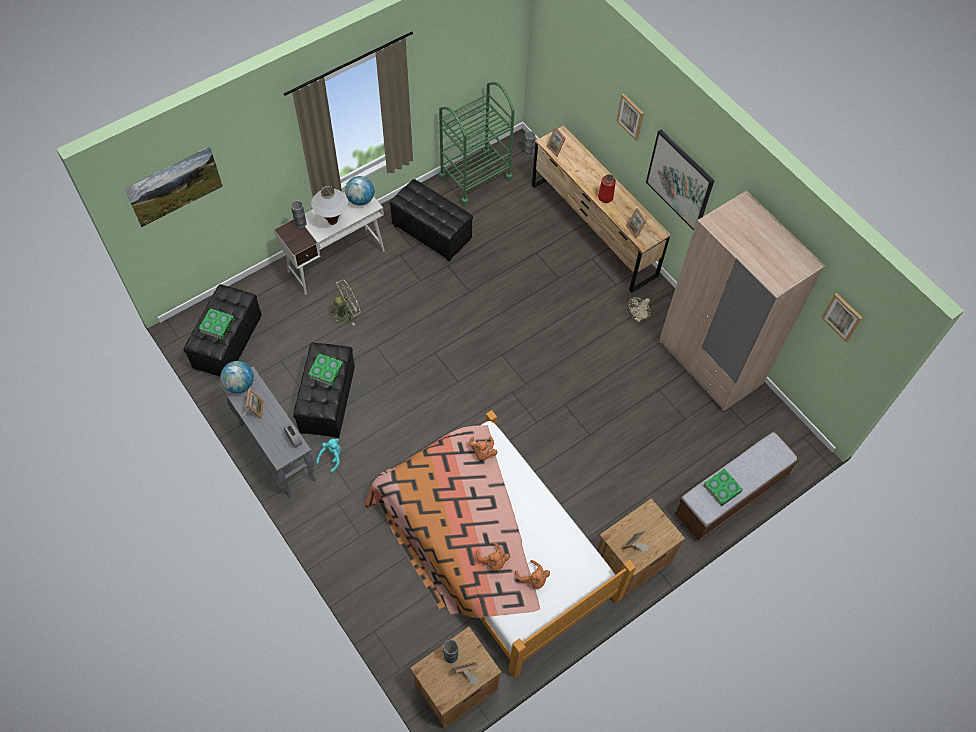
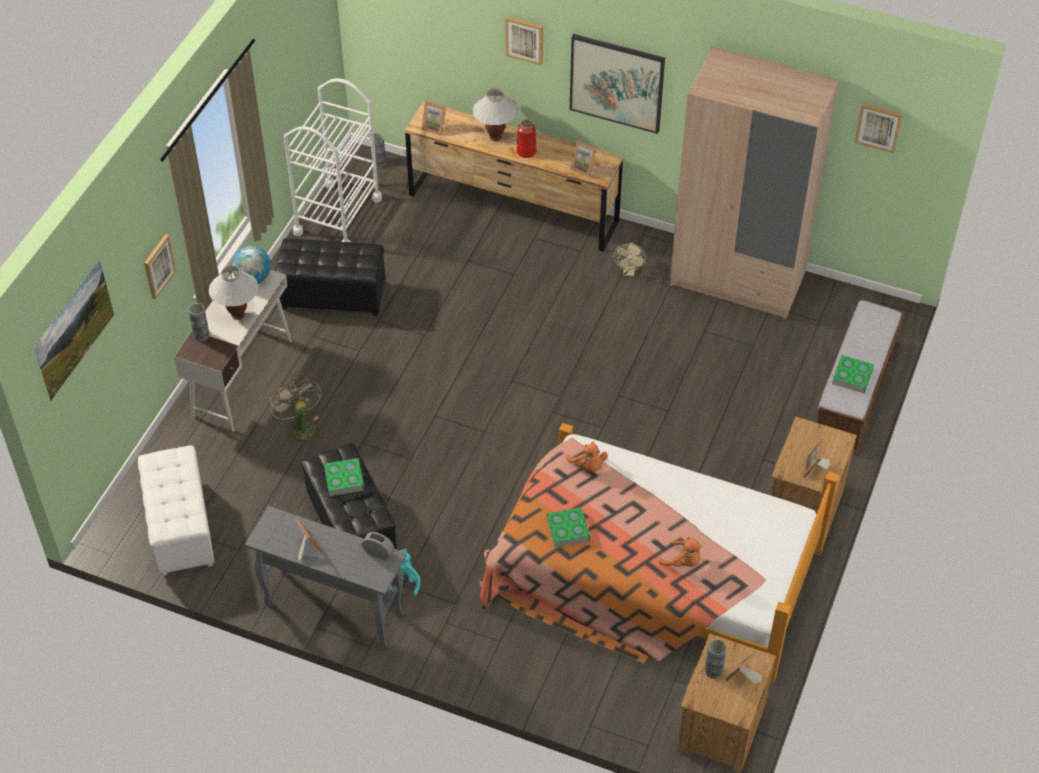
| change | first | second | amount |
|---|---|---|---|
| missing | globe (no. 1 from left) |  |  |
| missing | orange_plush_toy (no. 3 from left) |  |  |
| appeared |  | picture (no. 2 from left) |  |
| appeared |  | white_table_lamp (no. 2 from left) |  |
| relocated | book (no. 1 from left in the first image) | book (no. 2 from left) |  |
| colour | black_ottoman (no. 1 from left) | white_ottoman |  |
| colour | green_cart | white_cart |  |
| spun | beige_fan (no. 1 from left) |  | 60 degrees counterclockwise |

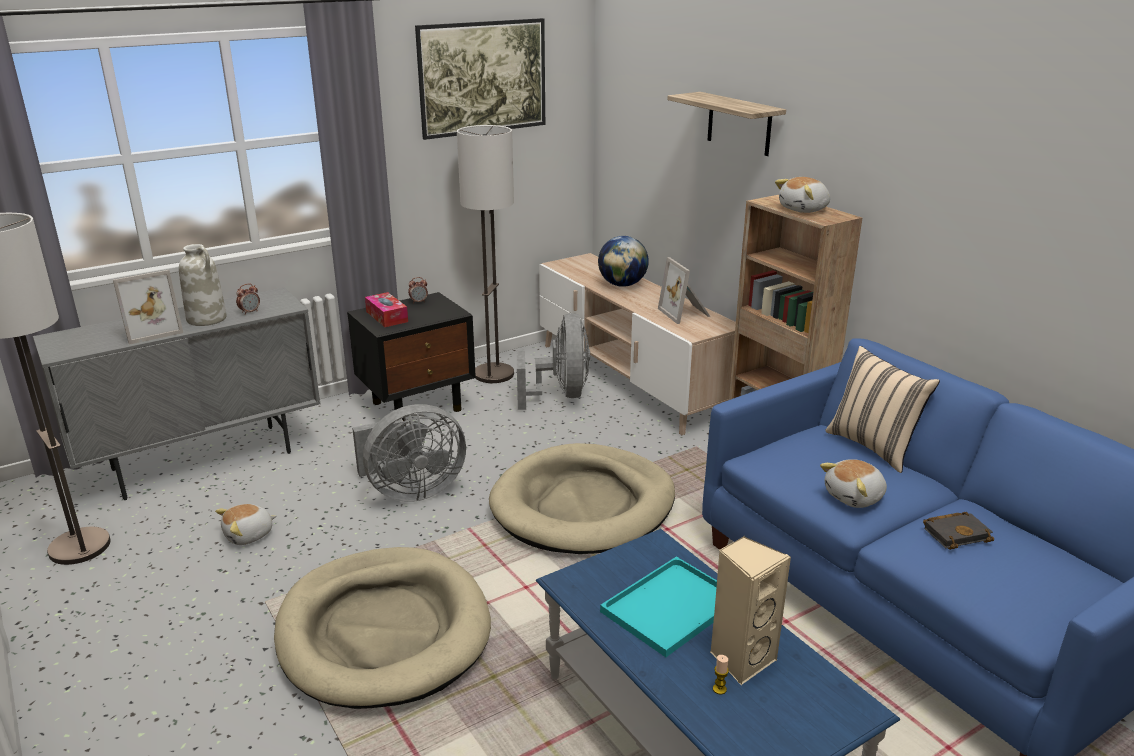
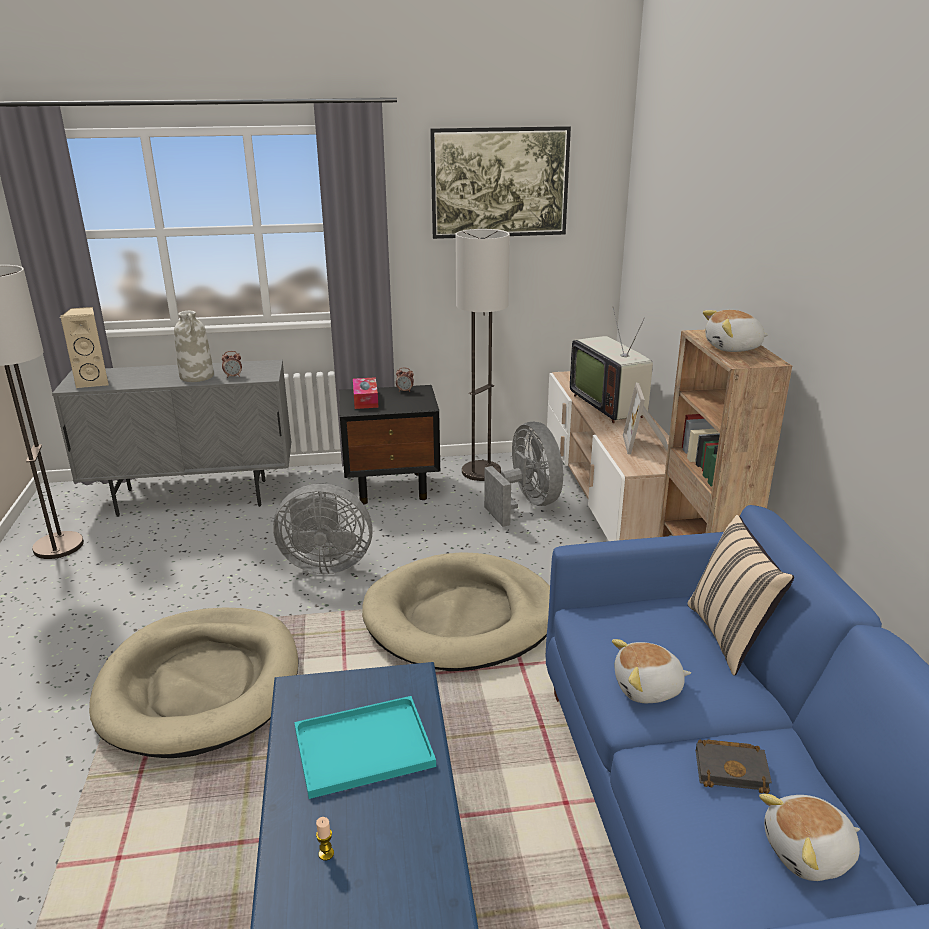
| change | first | second | amount |
|---|---|---|---|
| missing | picture_frame (no. 1 from left) |  |  |
| missing | shelf |  |  |
| relocated | plush_toy (no. 1 from left in the first image) | plush_toy (no. 3 from left) |  |
| relocated | beige_speaker |  |  |
| exchanged | globe | television |  |
| spun | grey_fan (no. 2 from left) |  | 45 degrees counterclockwise |

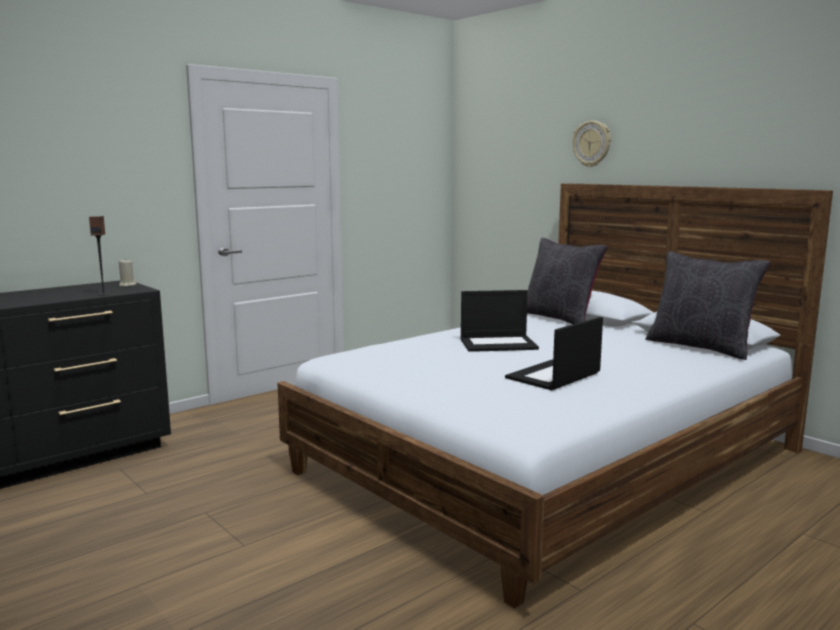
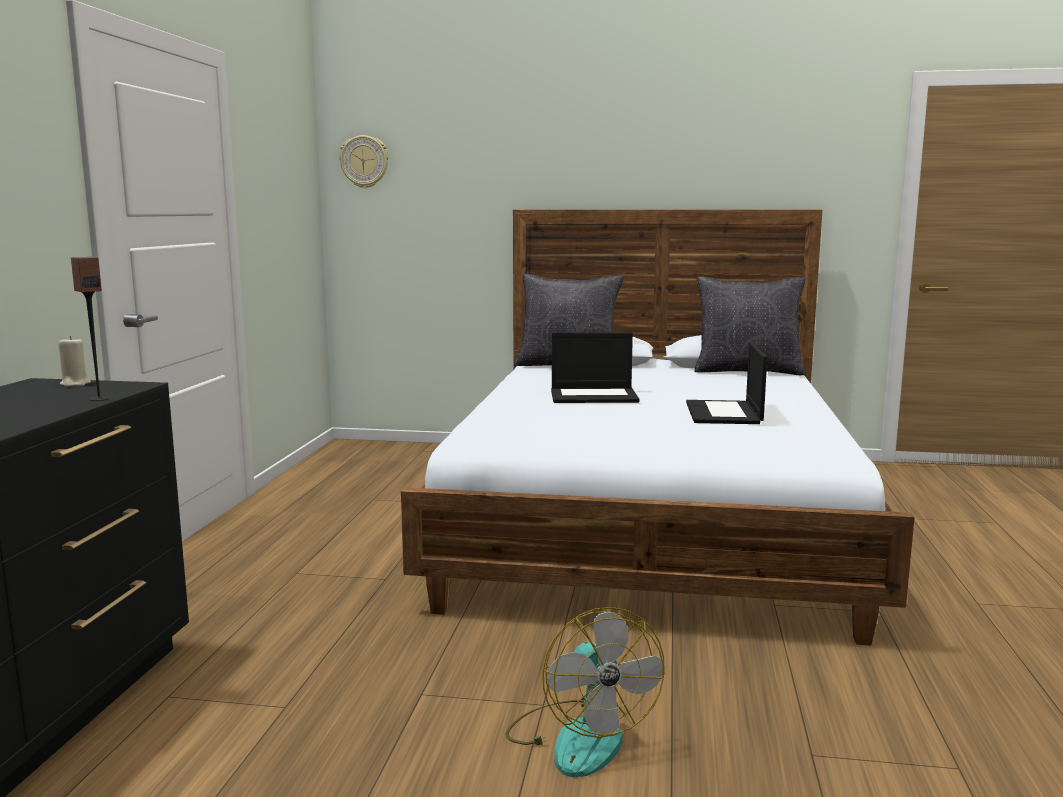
| change | first | second | amount |
|---|---|---|---|
| appeared |  | fan |  |
| relocated | wall_clock |  |  |
| spun | laptop (no. 1 from left) |  | 45 degrees clockwise |

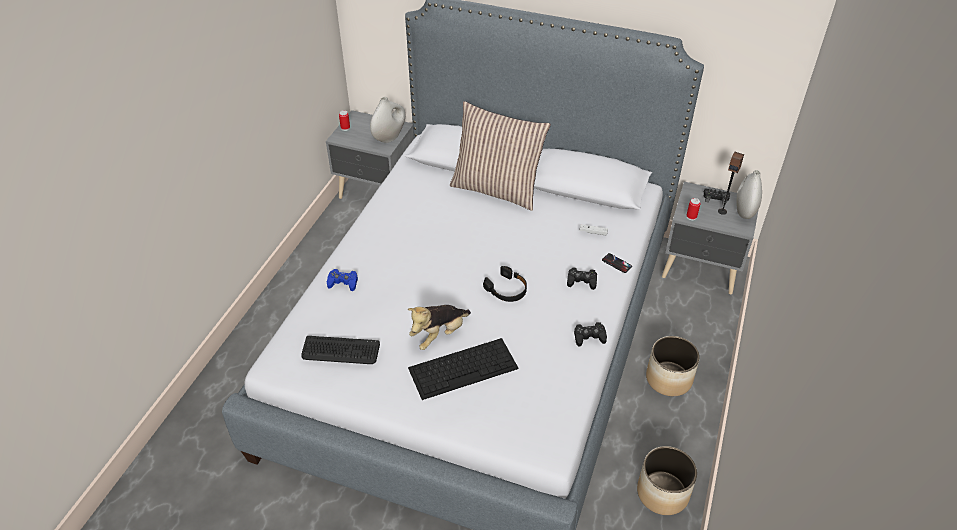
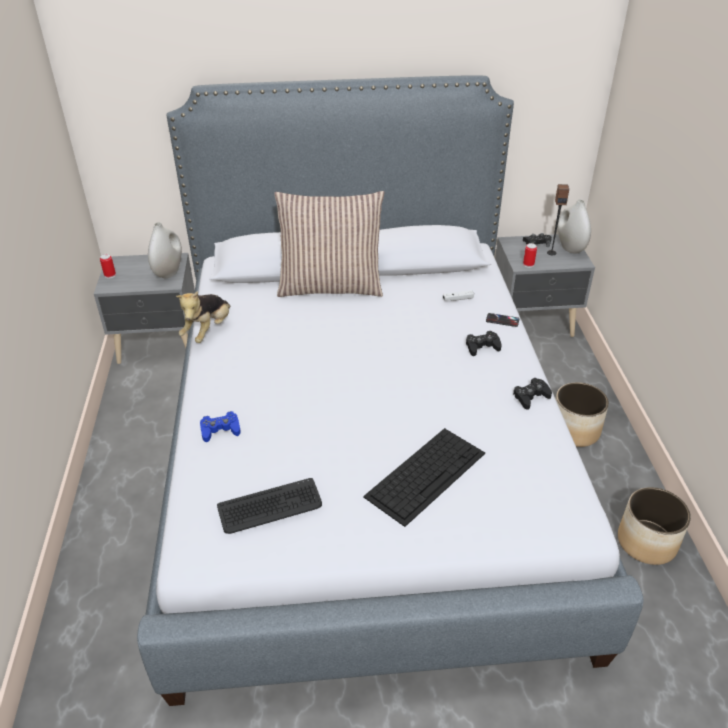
| change | first | second | amount |
|---|---|---|---|
| missing | black_headphones |  |  |
| relocated | plush_toy |  |  |

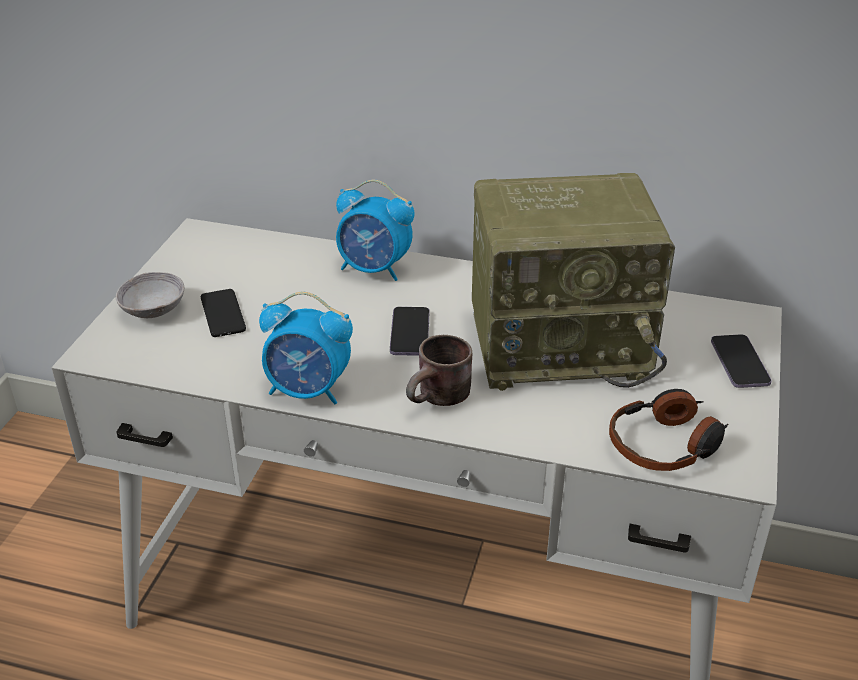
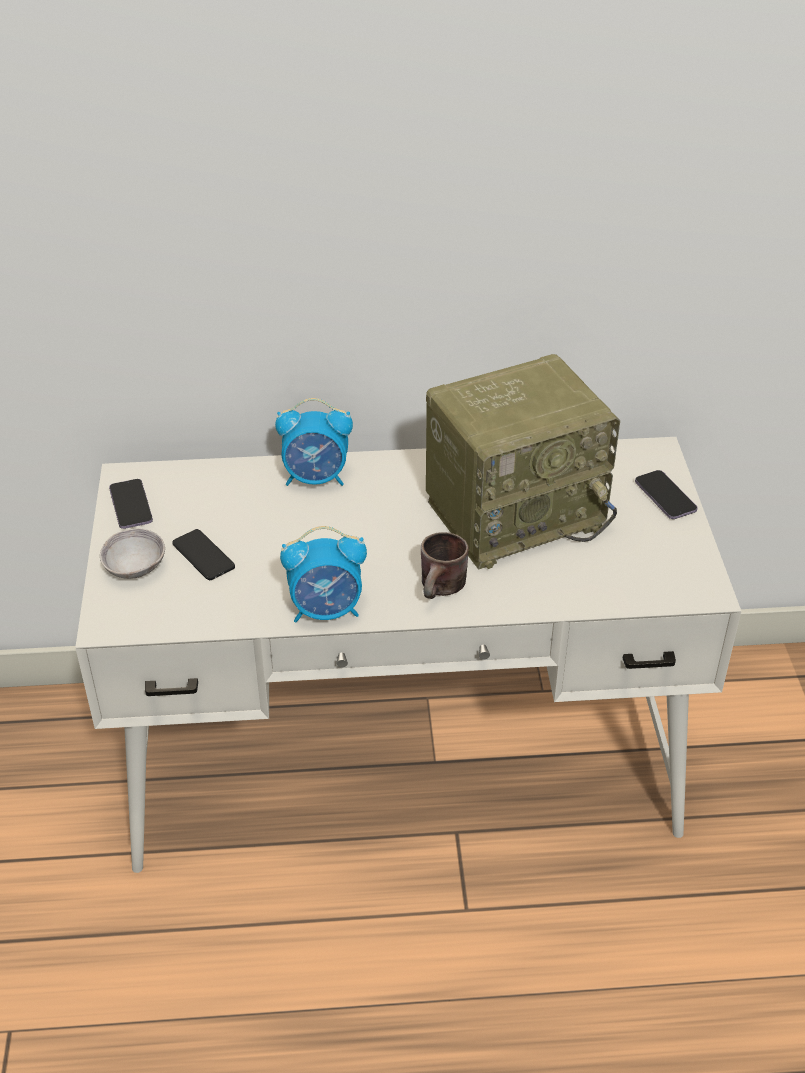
| change | first | second | amount |
|---|---|---|---|
| missing | headphones |  |  |
| relocated | phone (no. 2 from left in the first image) | phone (no. 1 from left) |  |

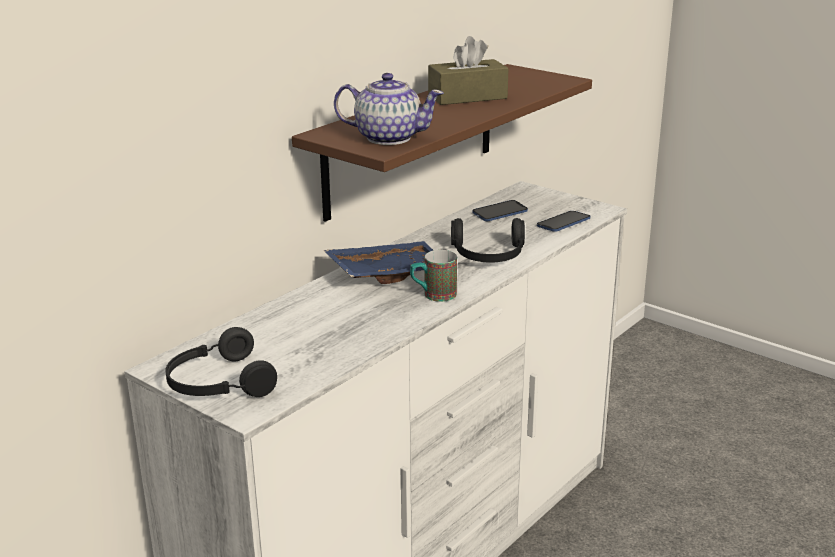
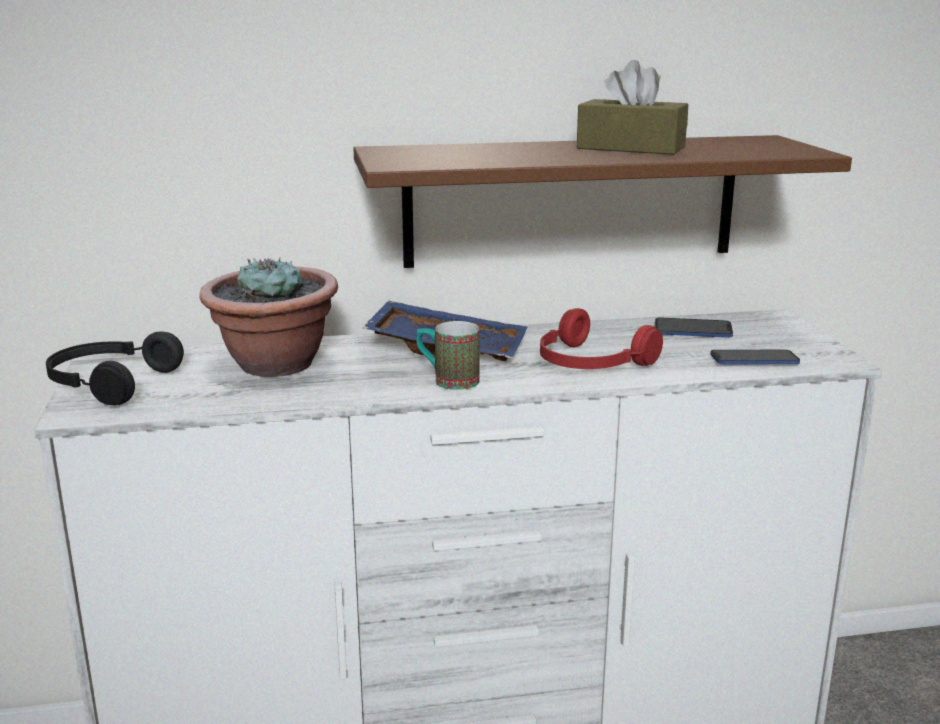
| change | first | second | amount |
|---|---|---|---|
| missing | teapot |  |  |
| appeared |  | potted_plant |  |
| colour | black_headphones (no. 2 from left) | red_headphones |  |

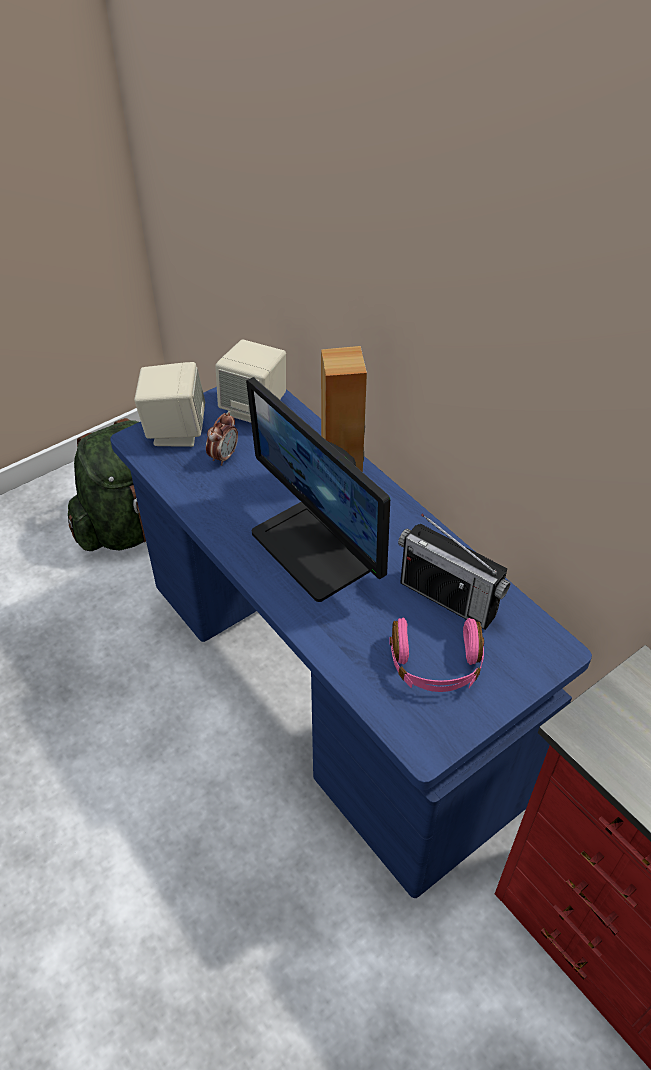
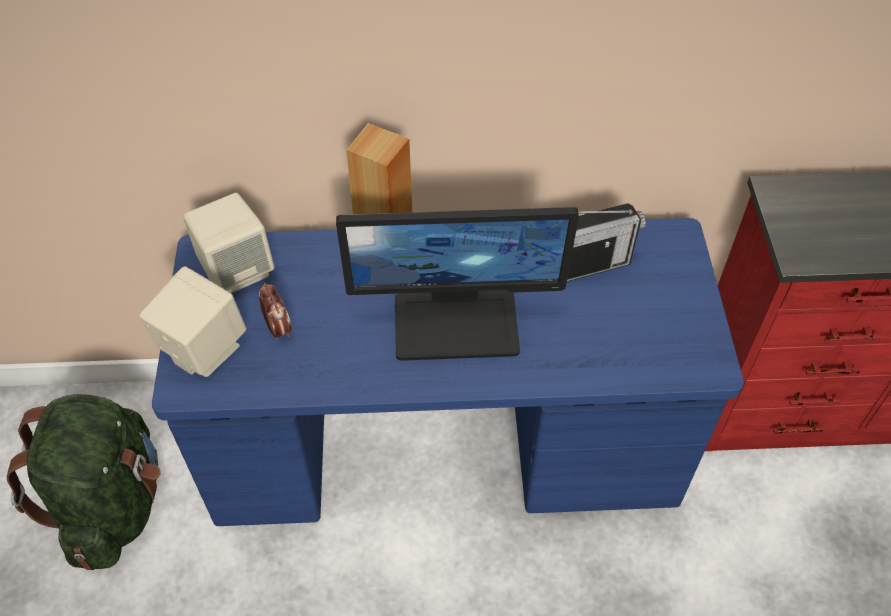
| change | first | second | amount |
|---|---|---|---|
| missing | pink_headphones |  |  |

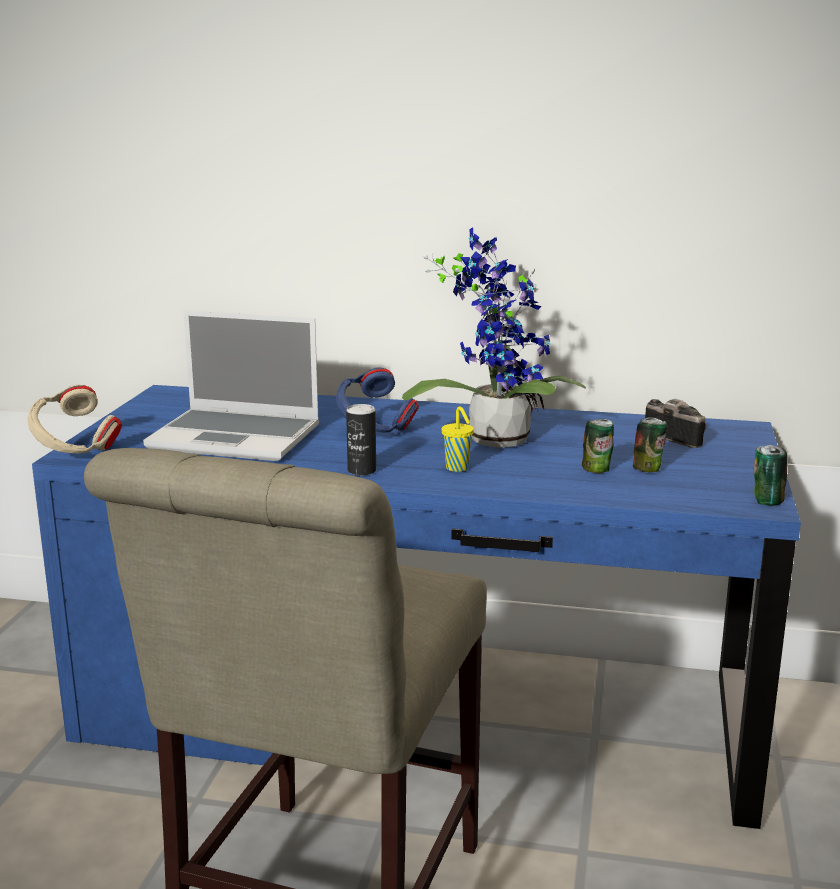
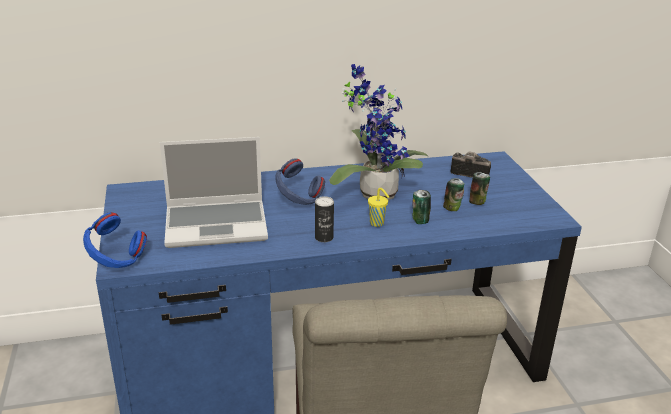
| change | first | second | amount |
|---|---|---|---|
| relocated | can (no. 4 from left in the first image) | can (no. 2 from left) |  |
| colour | beige_headphones | blue_headphones (no. 1 from left) |  |

